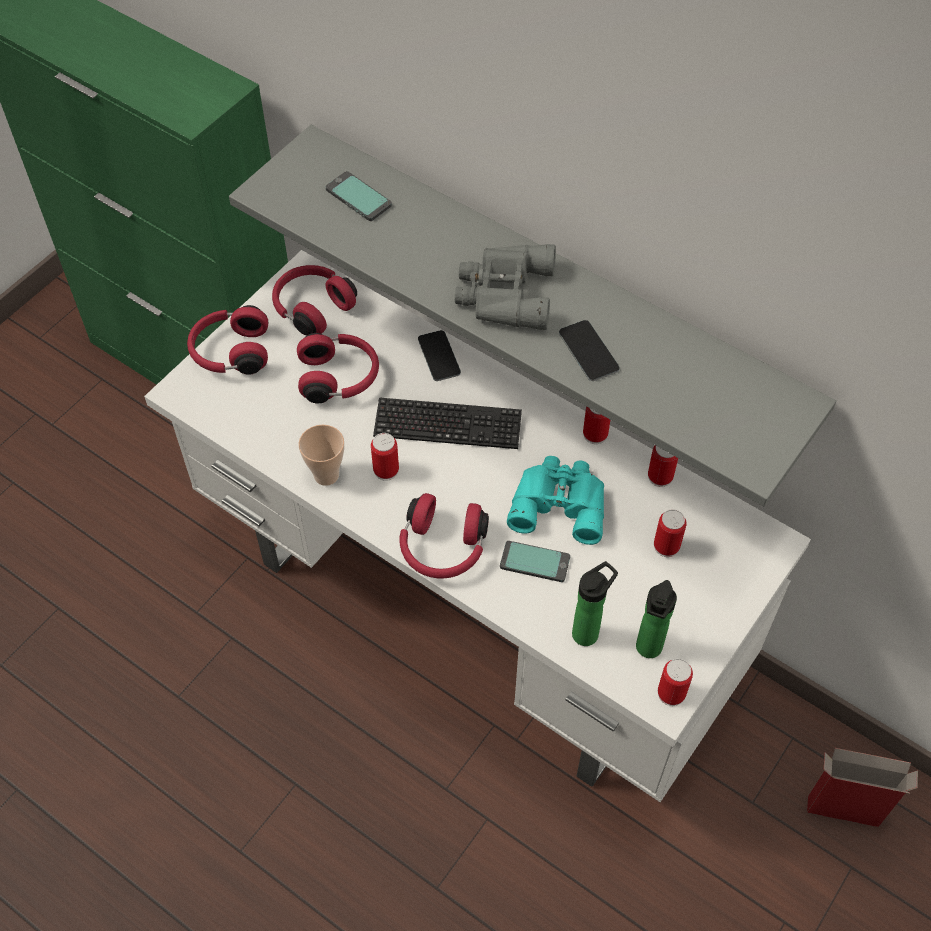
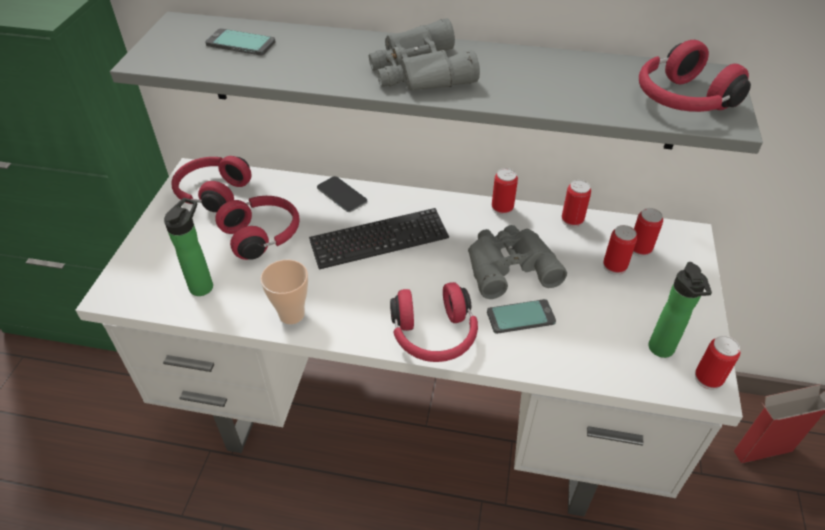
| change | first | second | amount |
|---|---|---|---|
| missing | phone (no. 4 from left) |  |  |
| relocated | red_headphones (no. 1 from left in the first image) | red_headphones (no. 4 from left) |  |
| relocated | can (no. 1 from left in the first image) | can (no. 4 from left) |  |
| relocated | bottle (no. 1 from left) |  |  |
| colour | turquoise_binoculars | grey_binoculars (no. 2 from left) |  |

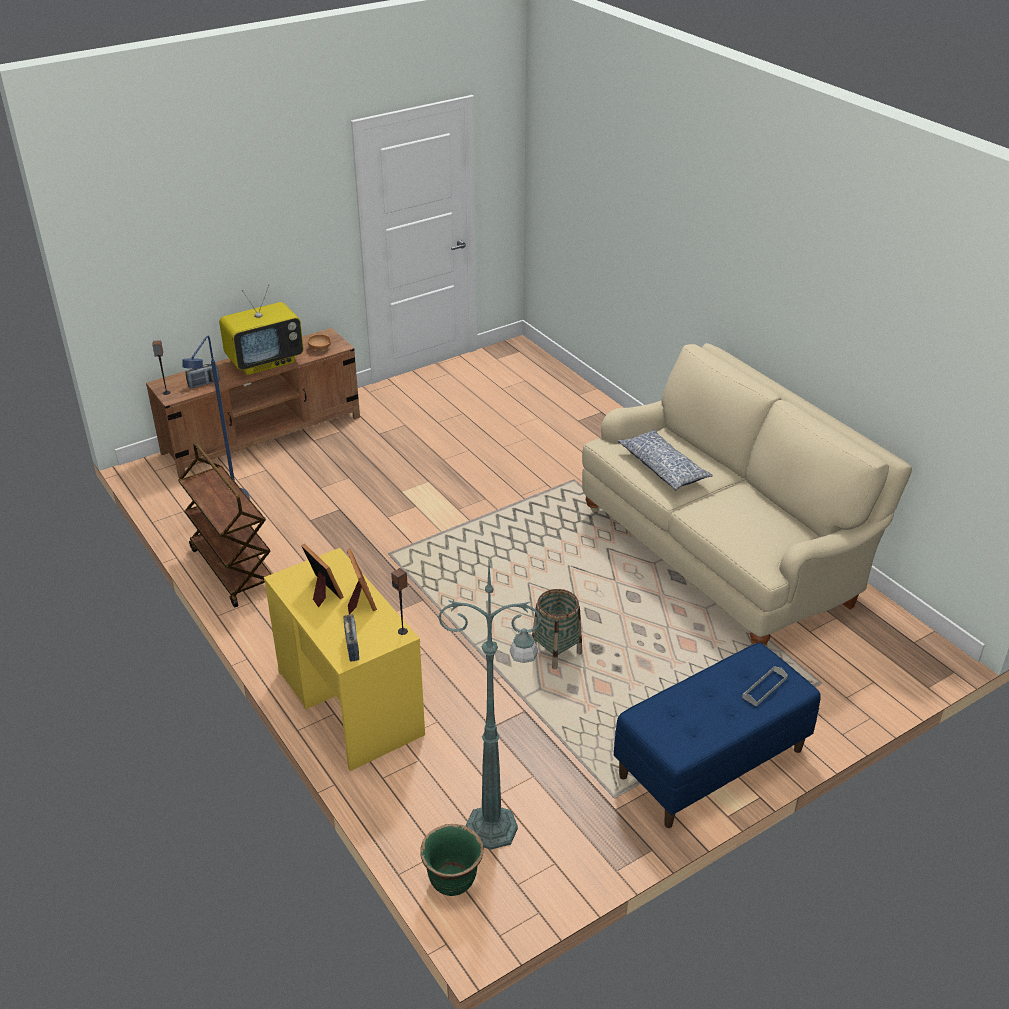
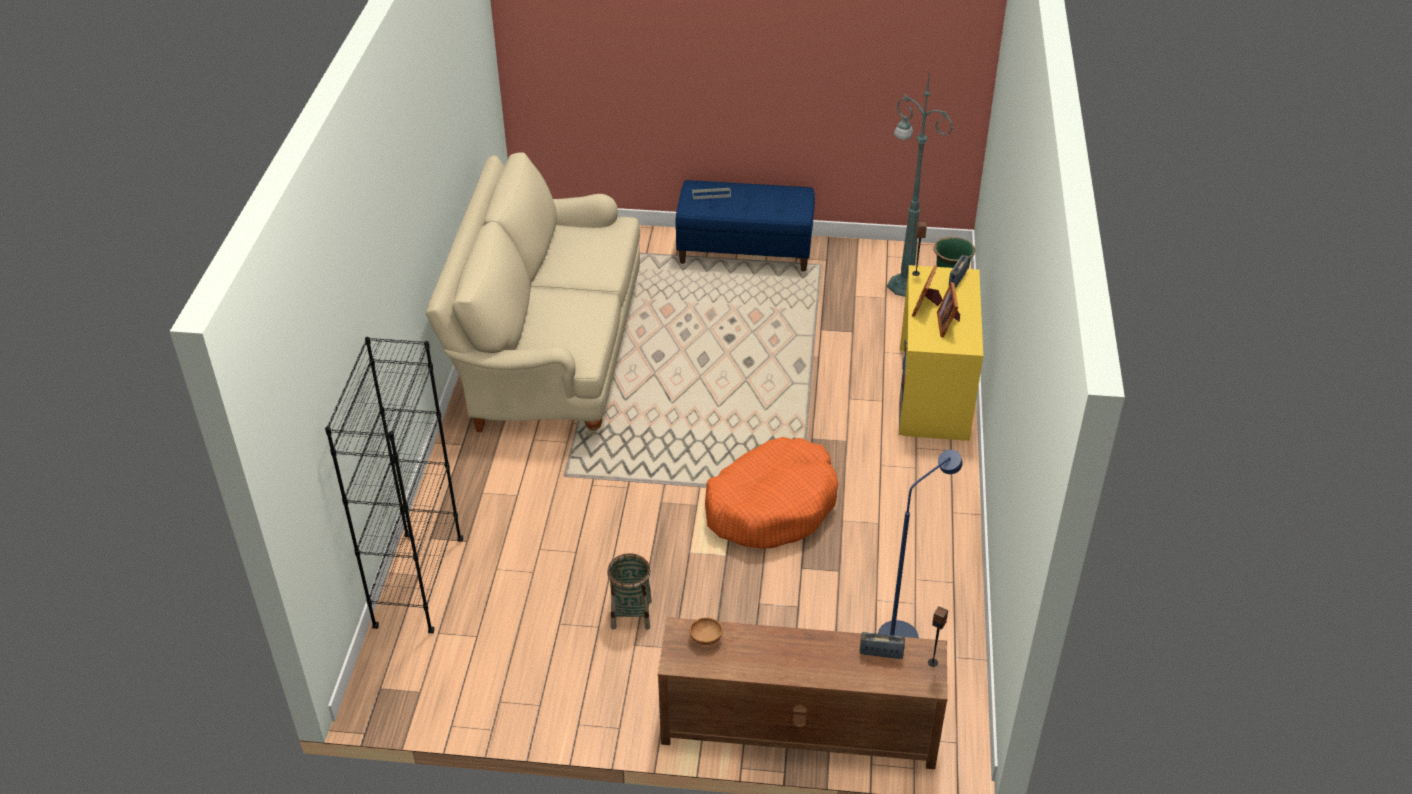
| change | first | second | amount |
|---|---|---|---|
| missing | brown_cart |  |  |
| missing | television |  |  |
| missing | pillow |  |  |
| appeared |  | black_bookcase |  |
| appeared |  | orange_dog_bed |  |
| relocated | basket |  |  |

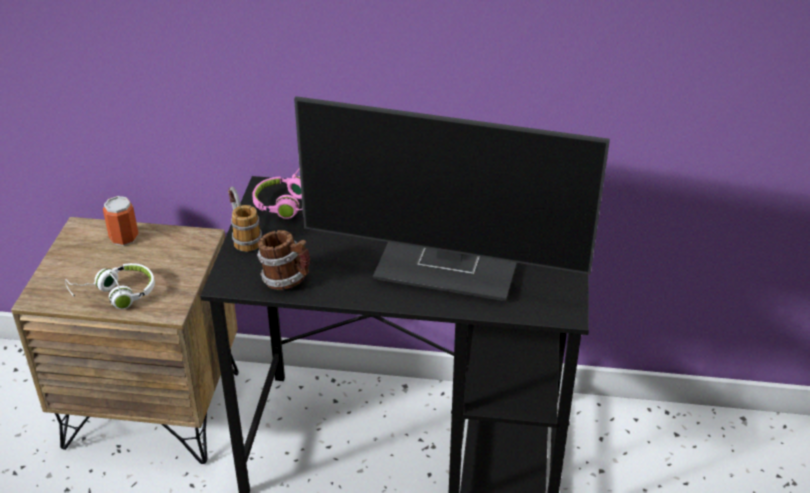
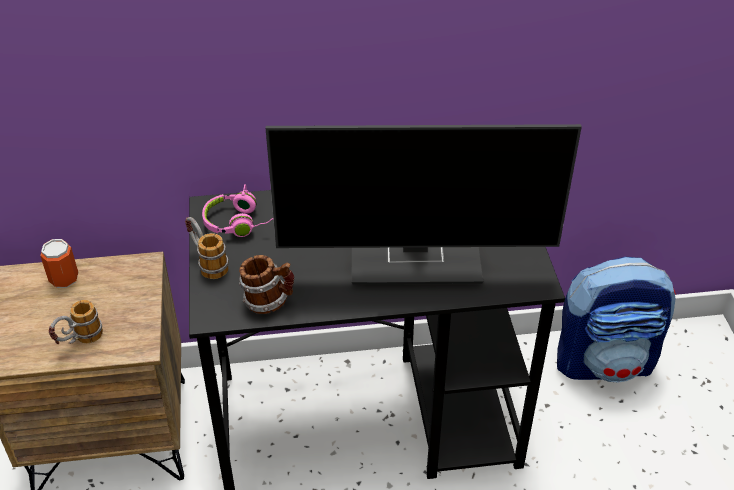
| change | first | second | amount |
|---|---|---|---|
| appeared |  | backpack |  |
| exchanged | white_headphones | mug (no. 1 from left) |  |

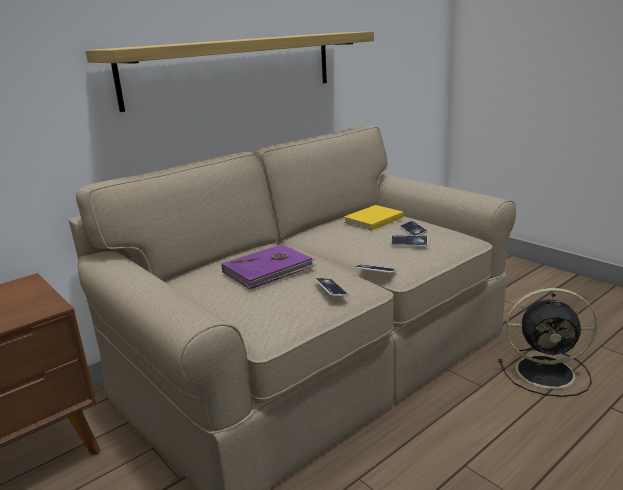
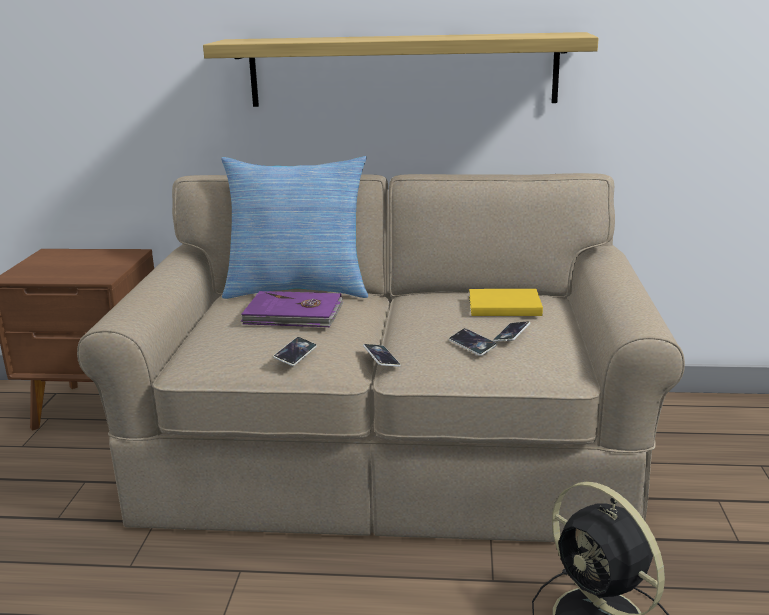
| change | first | second | amount |
|---|---|---|---|
| appeared |  | pillow |  |

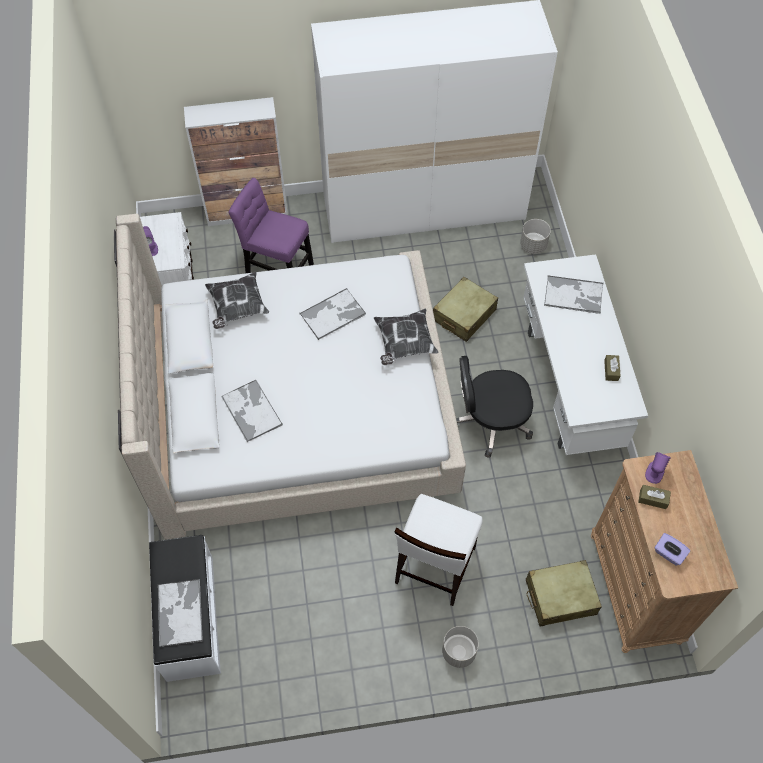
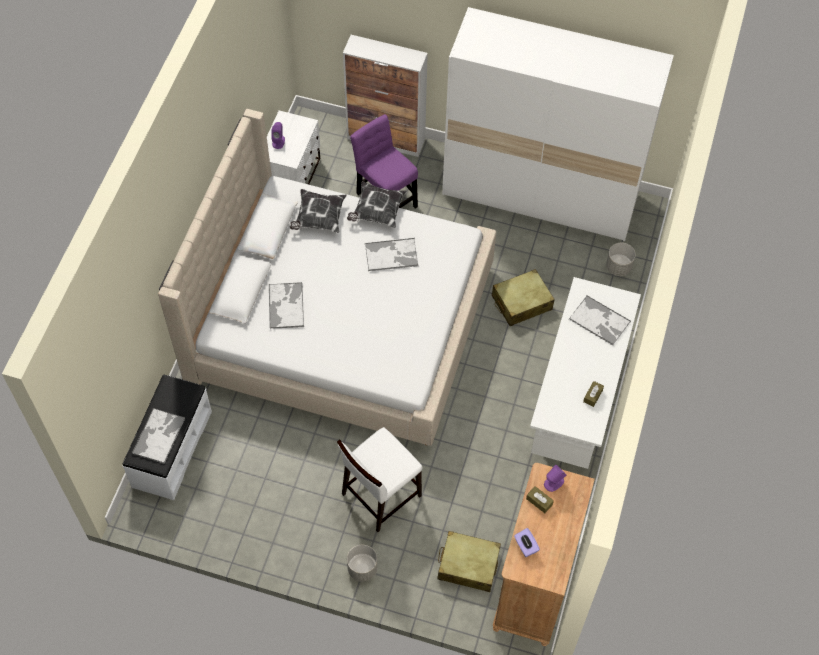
| change | first | second | amount |
|---|---|---|---|
| missing | black_office_chair |  |  |
| relocated | pillow (no. 2 from left) |  |  |

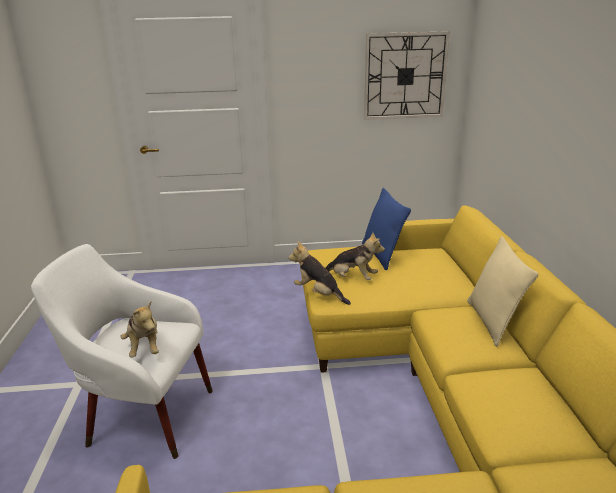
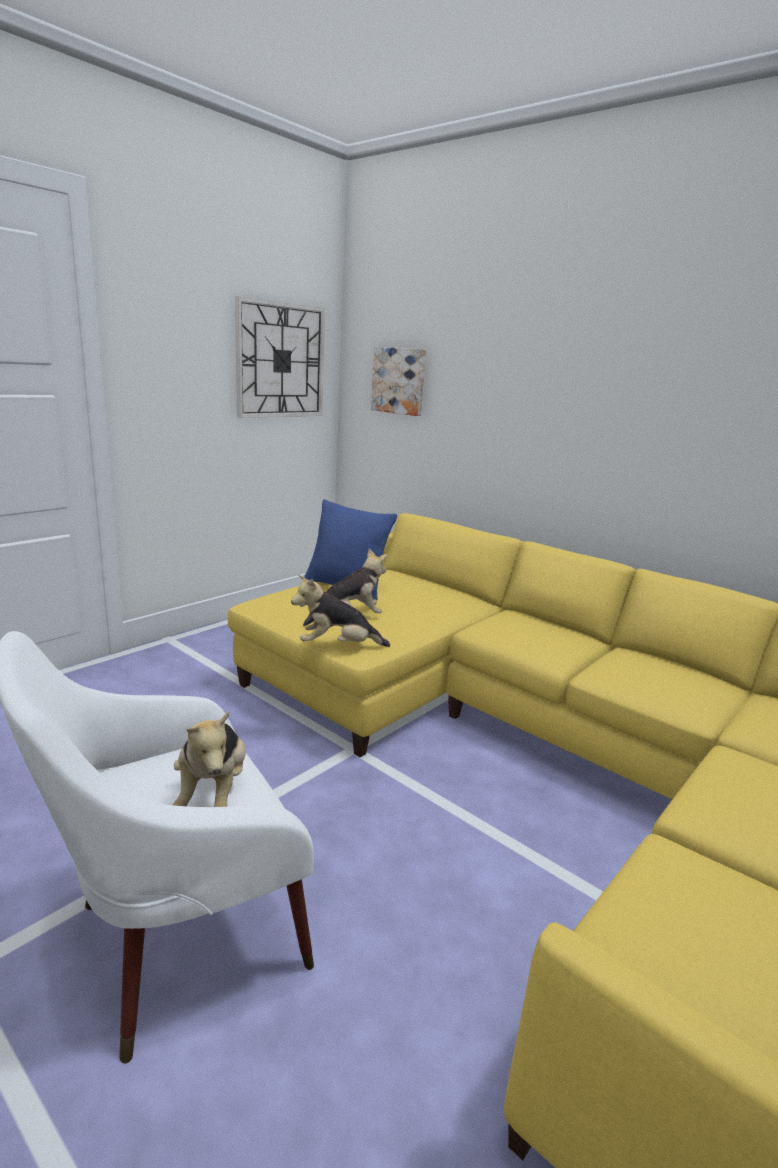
| change | first | second | amount |
|---|---|---|---|
| missing | beige_pillow |  |  |
| appeared |  | picture |  |
| spun | plush_toy (no. 1 from left) |  | 60 degrees clockwise |

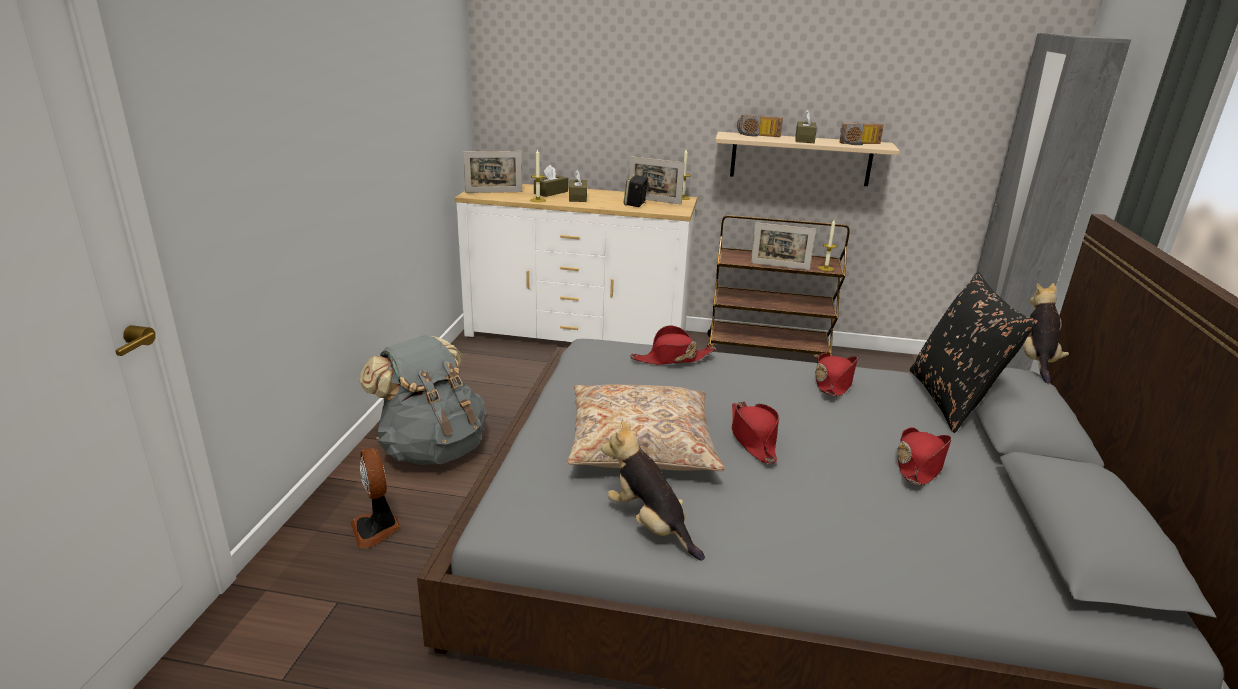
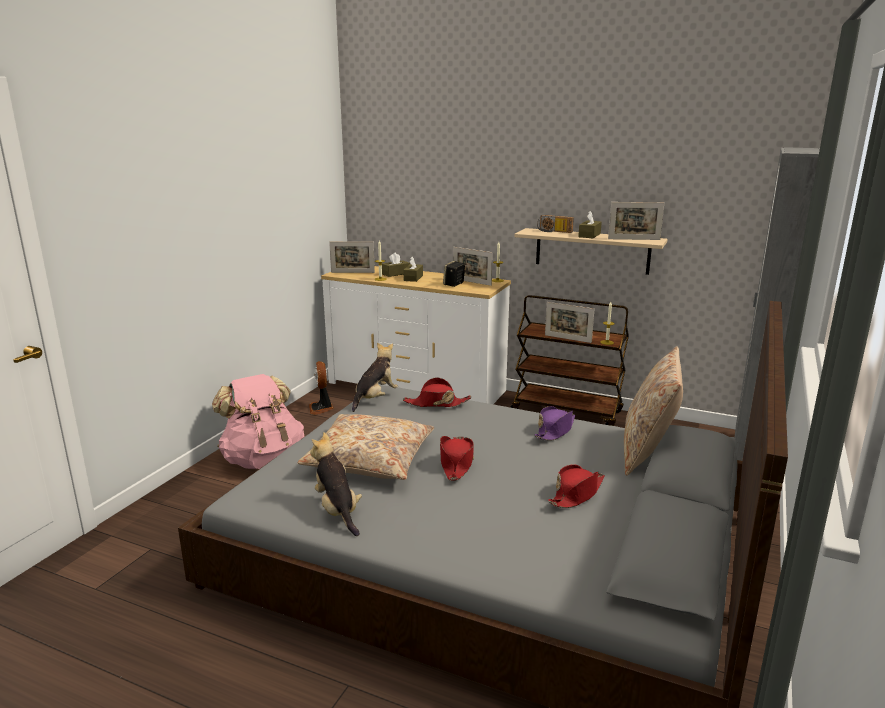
| change | first | second | amount |
|---|---|---|---|
| relocated | fan |  |  |
| relocated | plush_toy (no. 2 from left) |  |  |
| exchanged | radio (no. 2 from left) | picture_frame (no. 4 from left) |  |
| colour | grey_backpack | pink_backpack |  |
| colour | red_hat (no. 3 from left) | purple_hat |  |
| colour | black_pillow | beige_pillow (no. 2 from left) |  |

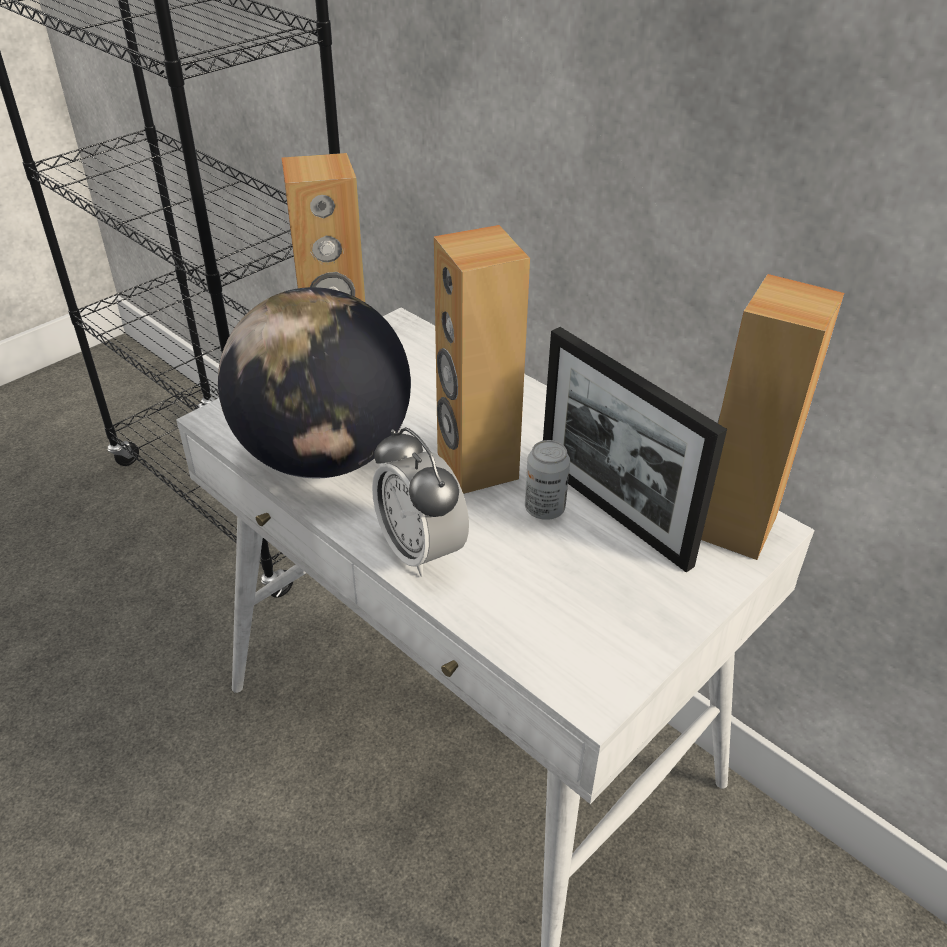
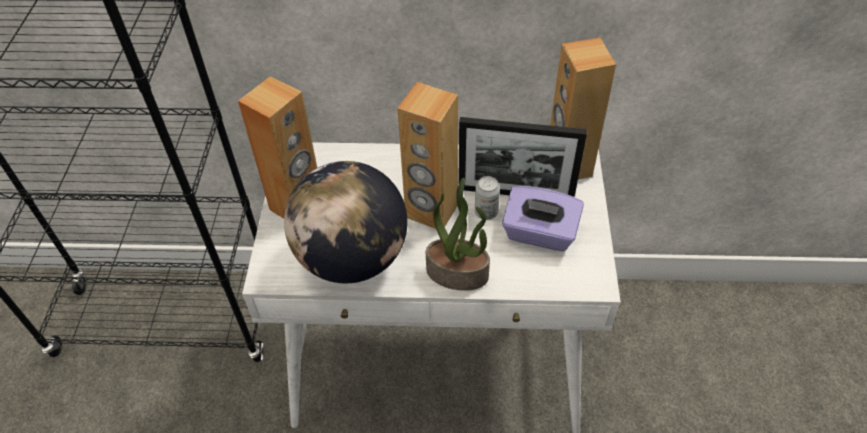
| change | first | second | amount |
|---|---|---|---|
| appeared |  | purple_tissue_box |  |
| exchanged | alarm_clock | potted_plant |  |

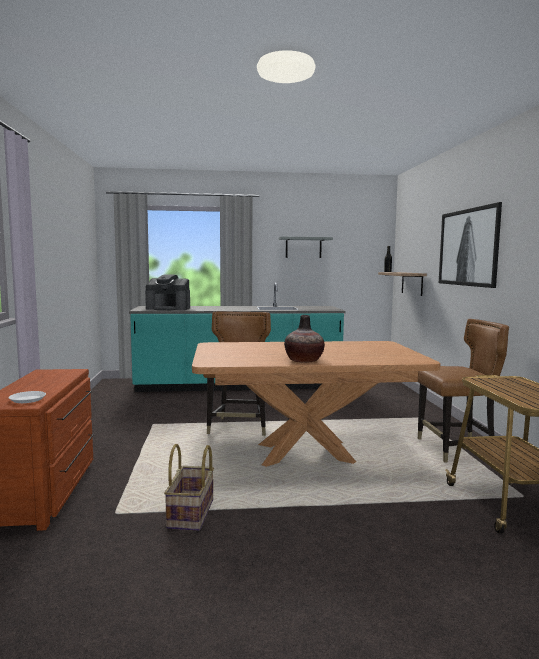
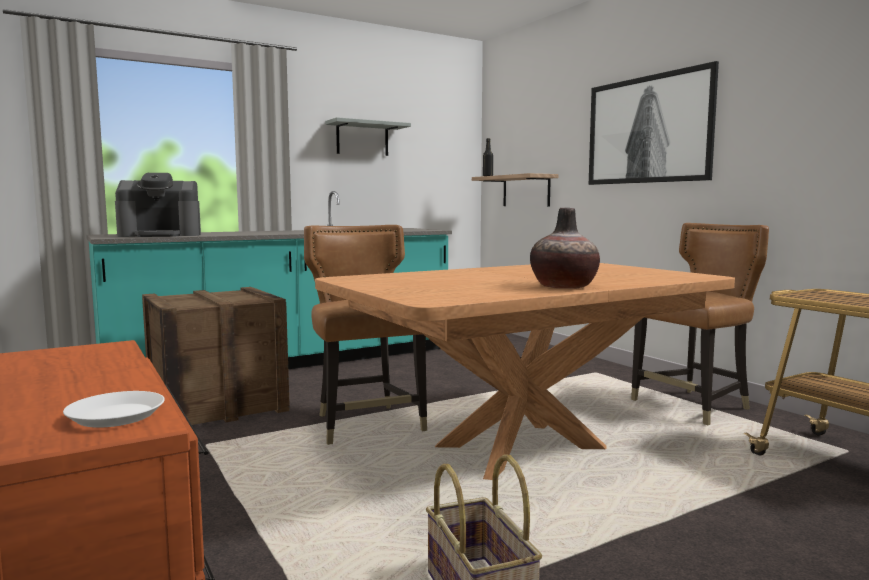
| change | first | second | amount |
|---|---|---|---|
| appeared |  | crate |  |

